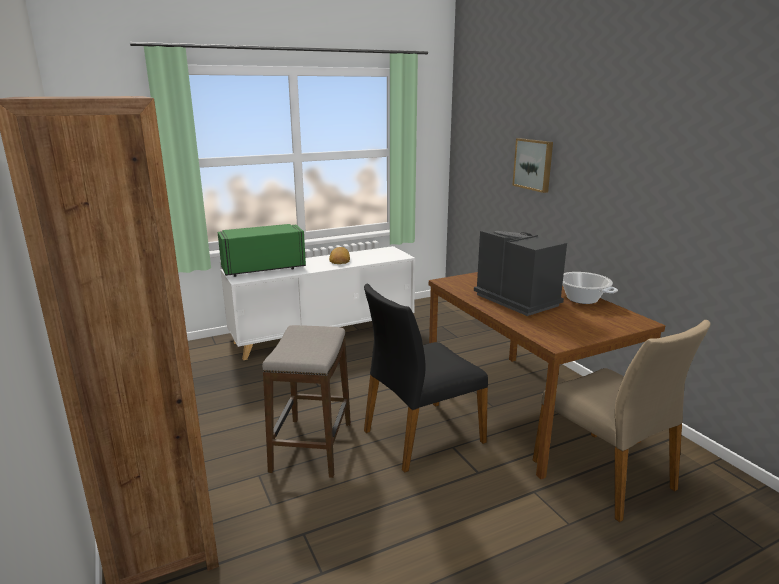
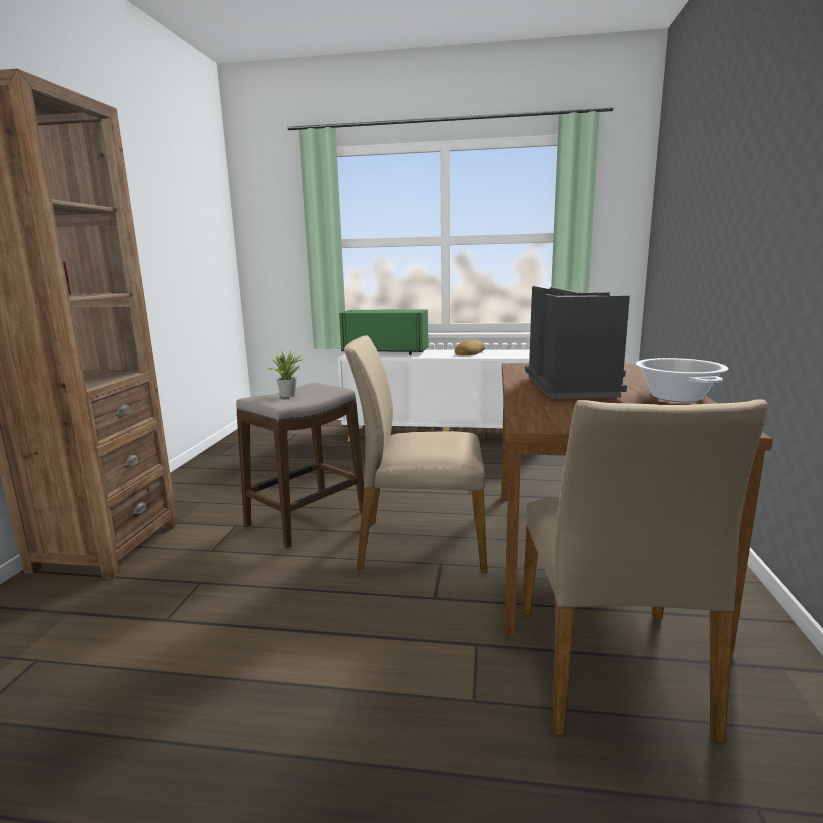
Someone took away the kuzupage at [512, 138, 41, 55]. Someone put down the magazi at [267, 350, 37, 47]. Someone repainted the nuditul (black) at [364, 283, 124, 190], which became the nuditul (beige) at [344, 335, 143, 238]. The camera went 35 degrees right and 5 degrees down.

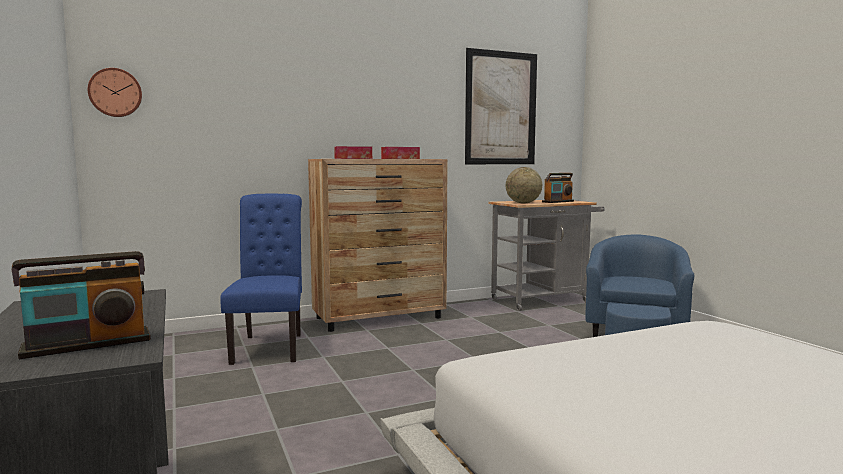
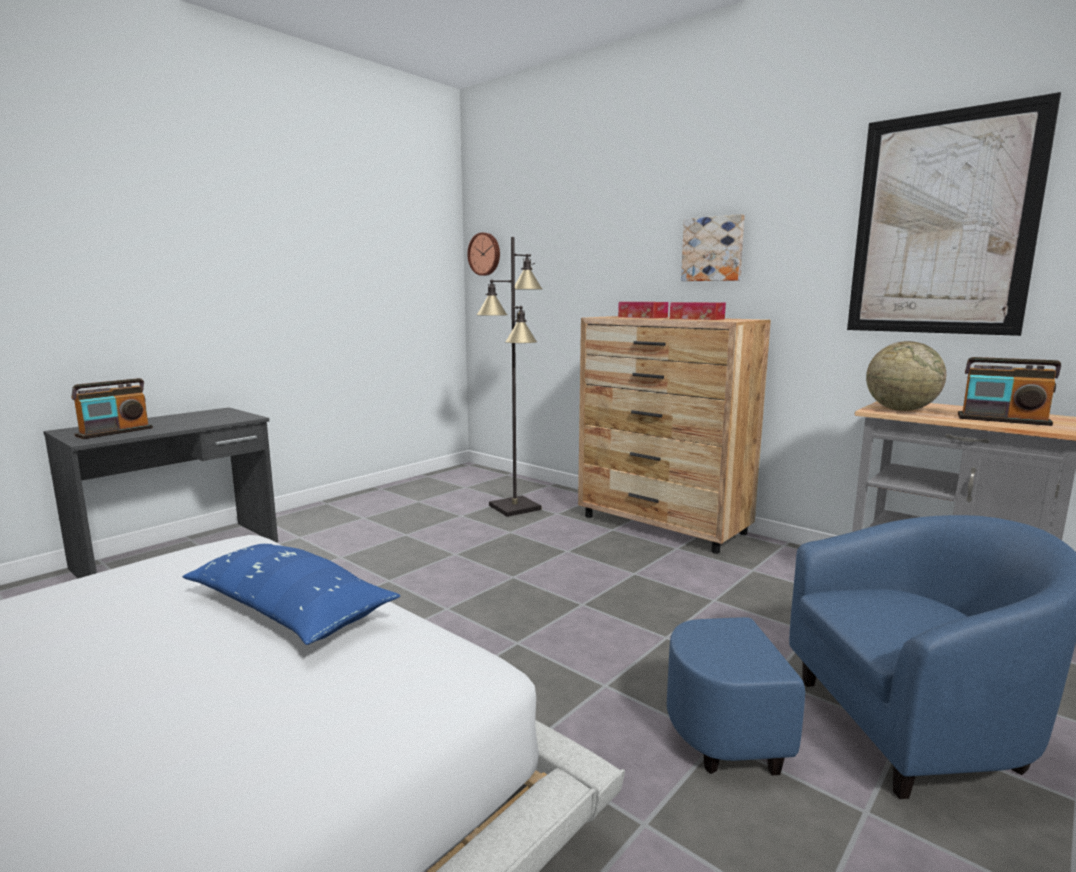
Someone put down the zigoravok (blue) at [182, 544, 218, 101]. Someone put up the kuzupage at [681, 214, 64, 67]. Someone swapped the nuditul (blue) at [220, 193, 82, 172] for the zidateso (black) at [476, 237, 66, 280]. Someone rotated the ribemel at [12, 251, 139, 108] by 90 degrees counterclockwise. The camera went 65 degrees right and 5 degrees up.

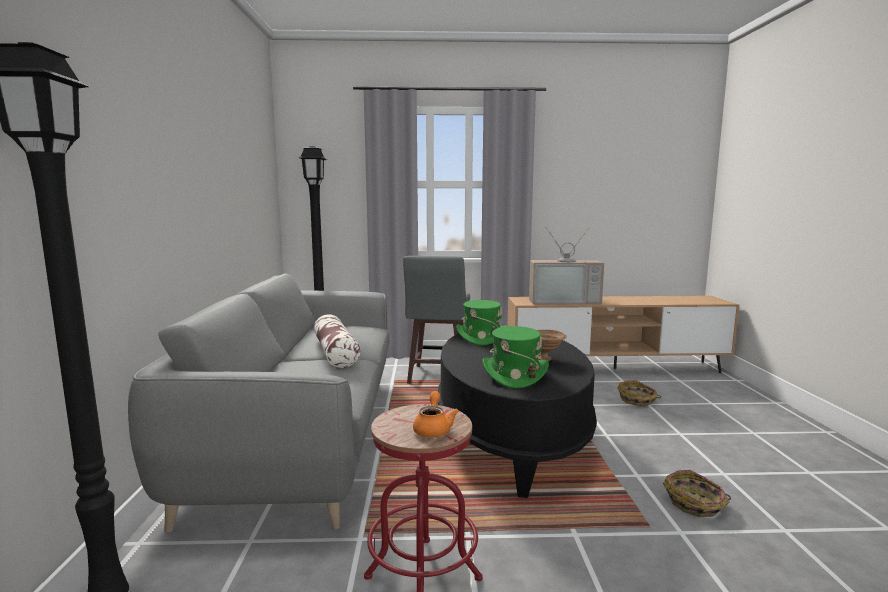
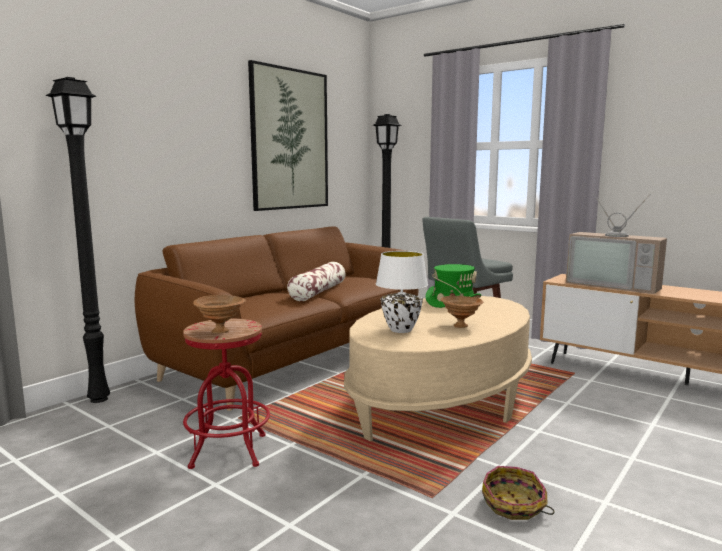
Someone took away the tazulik at [617, 380, 44, 26]. Someone put up the kuzupage at [248, 60, 80, 151]. Someone swapped the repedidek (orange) at [413, 391, 46, 46] for the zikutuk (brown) at [193, 295, 53, 39]. Someone swapped the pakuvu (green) at [482, 326, 67, 62] for the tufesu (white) at [376, 251, 52, 82]. Someone repainted the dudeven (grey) at [128, 274, 262, 259], which became the dudeven (brown) at [135, 226, 284, 185]. Someone repainted the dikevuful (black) at [438, 333, 159, 165], which became the dikevuful (beige) at [344, 296, 188, 145]. The camera went 40 degrees right and 0 degrees up.

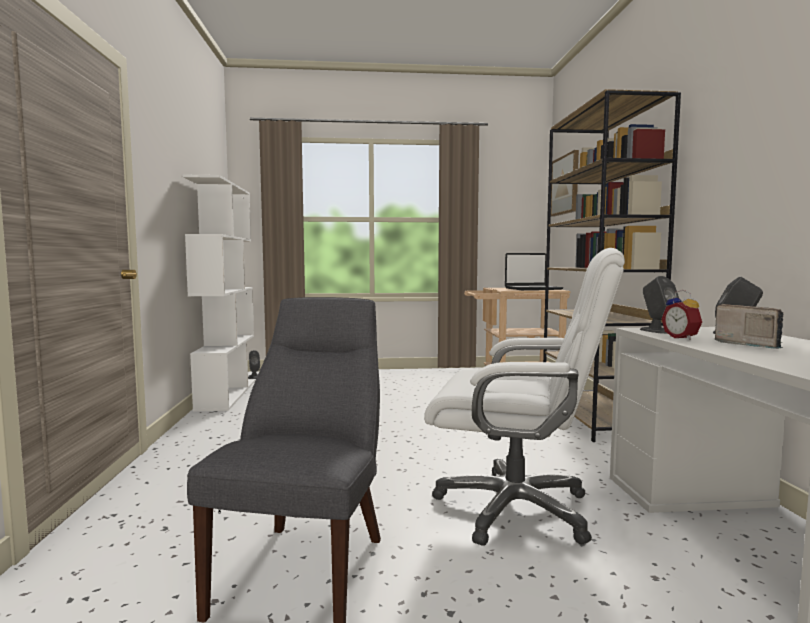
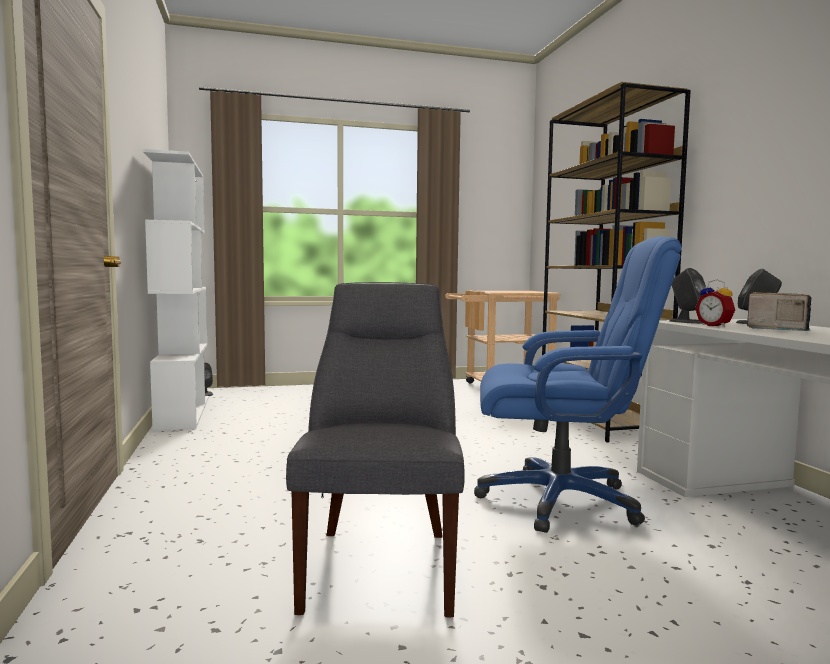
Someone took away the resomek at [505, 253, 58, 37]. Someone took away the kuzupage at [551, 150, 28, 67]. Someone repainted the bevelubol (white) at [424, 248, 201, 298], which became the bevelubol (blue) at [474, 237, 208, 296]. The camera went 10 degrees left and 0 degrees up.

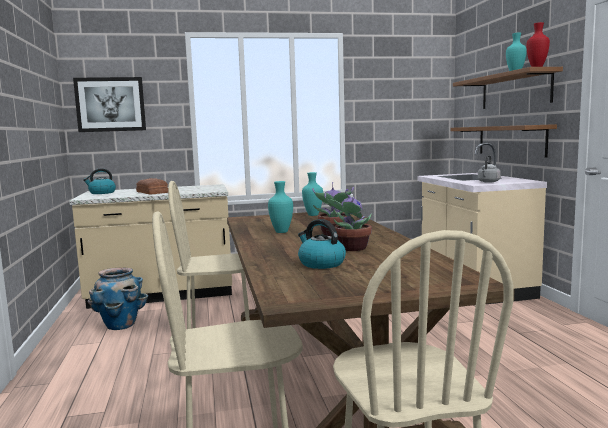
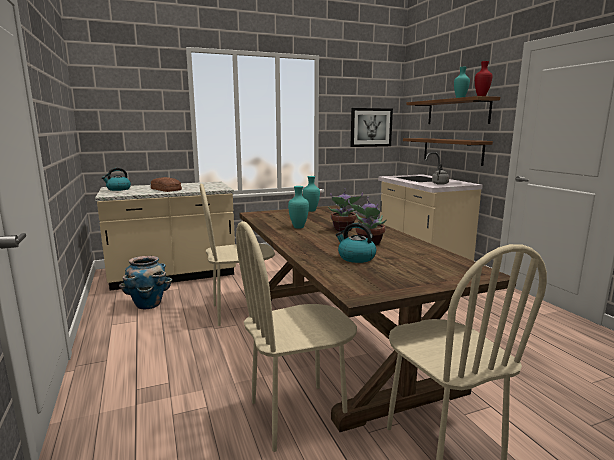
Someone carried the kuzupage from [73, 77, 73, 55] to [350, 108, 43, 39]. The camera went 10 degrees left and 5 degrees up.

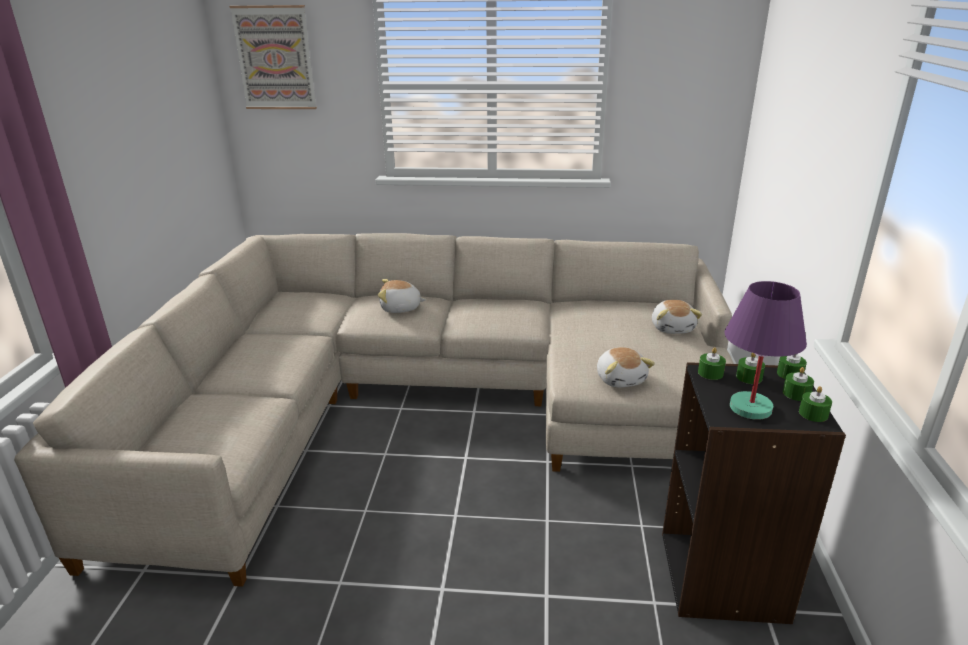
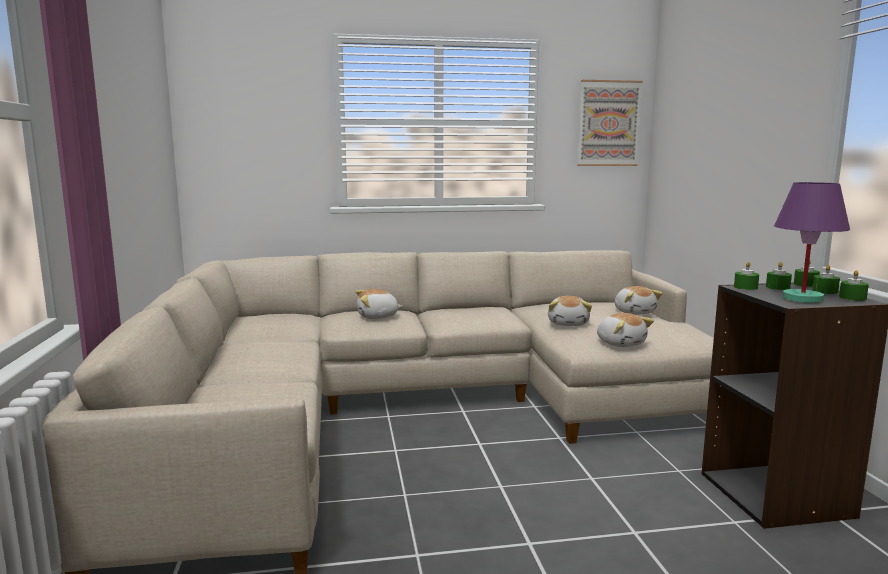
Someone put down the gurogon at [548, 296, 44, 30]. Someone carried the kuzupage from [229, 5, 88, 104] to [577, 80, 66, 86]. The camera went 15 degrees left and 15 degrees down.

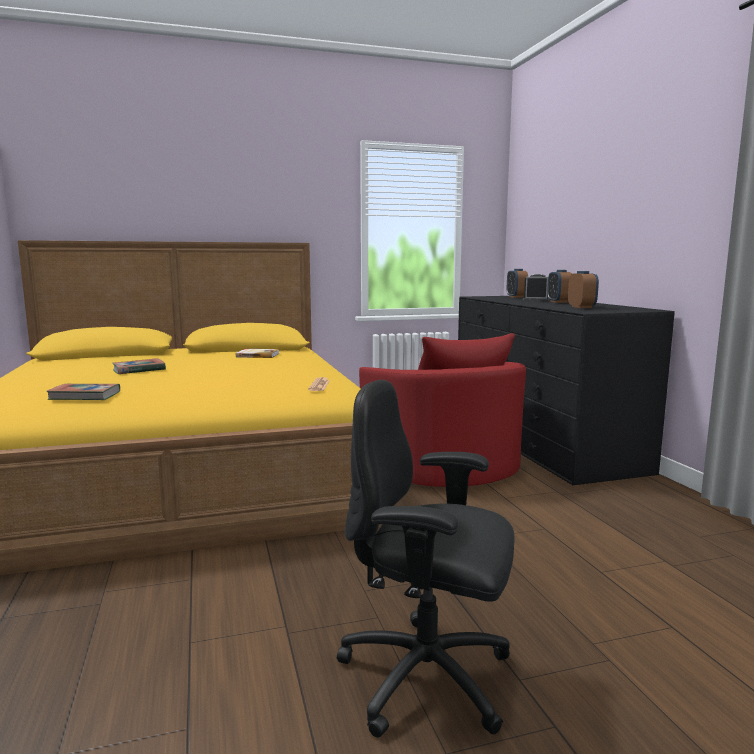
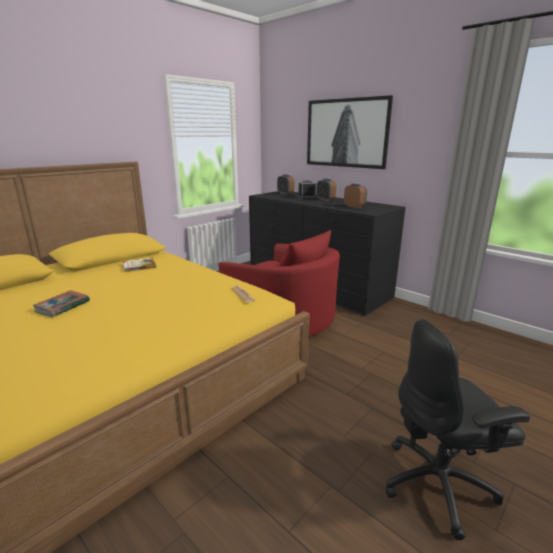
Someone took away the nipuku at [46, 384, 74, 16]. Someone put up the kuzupage at [307, 95, 86, 74]. The camera went 30 degrees left and 10 degrees up.

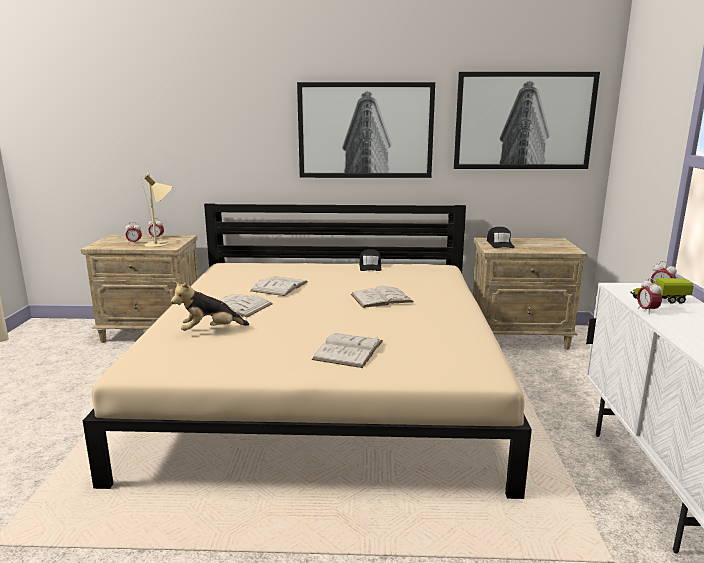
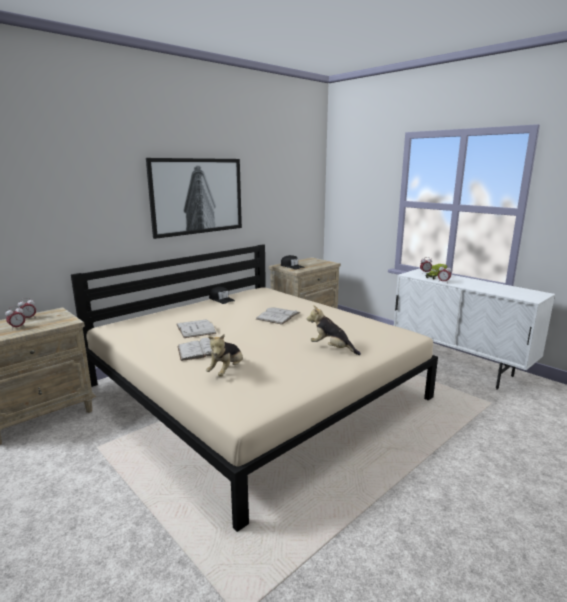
Someone took away the tufesu (beige) at [142, 173, 30, 74]. Someone took away the kuzupage at [454, 72, 146, 97]. Someone swapped the nipuku (white) at [312, 333, 71, 35] for the gurogon at [307, 305, 54, 50]. The camera went 45 degrees left and 0 degrees up.

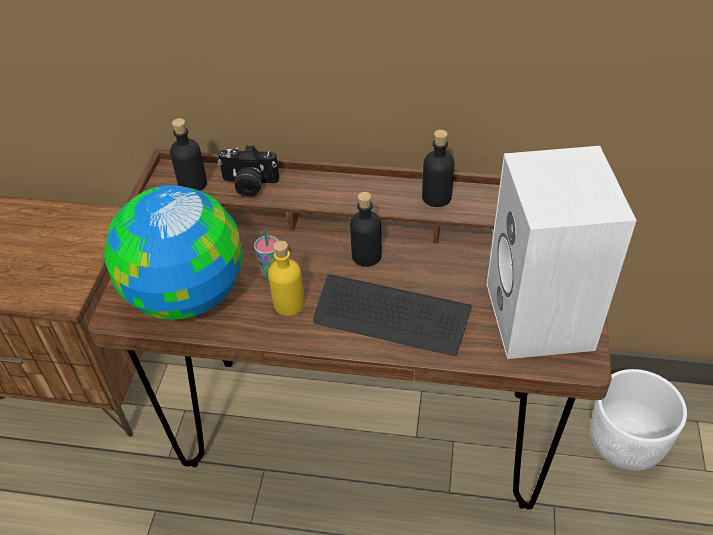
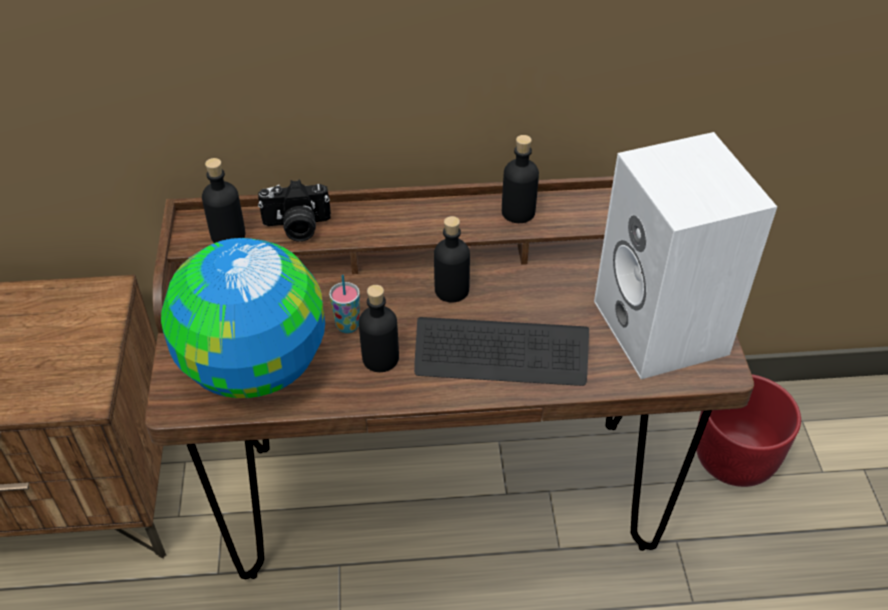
Someone repainted the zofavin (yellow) at [268, 240, 37, 76], which became the zofavin (black) at [359, 285, 40, 87]. Someone repainted the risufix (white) at [591, 369, 96, 102], which became the risufix (red) at [696, 374, 105, 113]. The camera went 15 degrees left and 0 degrees up.

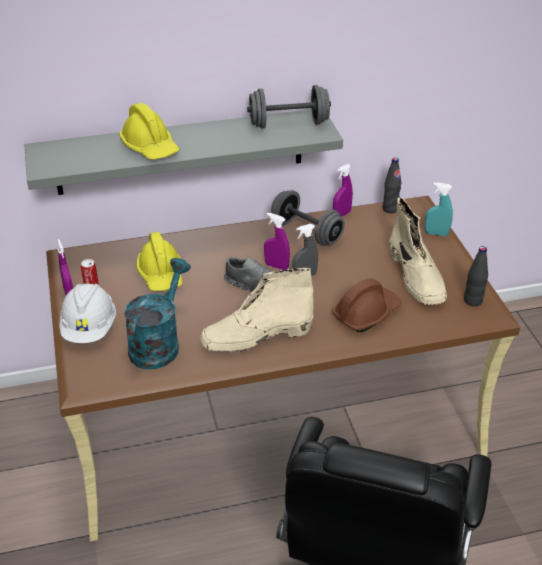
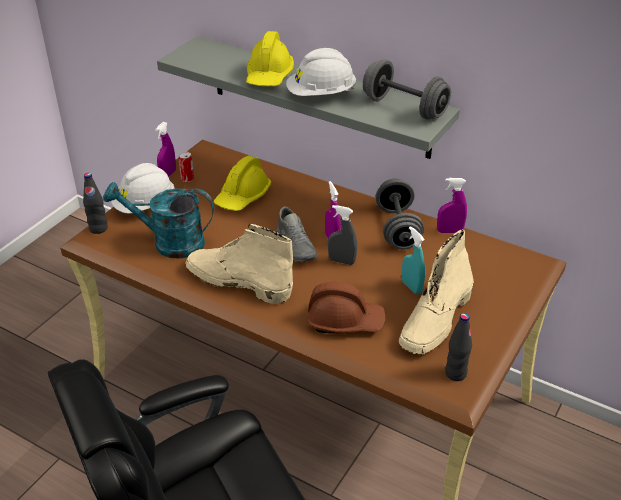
Someone put down the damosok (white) at [286, 48, 70, 48]. Someone carried the zofavin (black) from [383, 158, 18, 55] to [83, 173, 25, 61]. Someone carried the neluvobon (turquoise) from [425, 182, 28, 54] to [401, 226, 24, 68]. Someone rotated the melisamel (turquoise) at [124, 258, 67, 111] by 150 degrees counterclockwise. The camera went 45 degrees right and 0 degrees up.

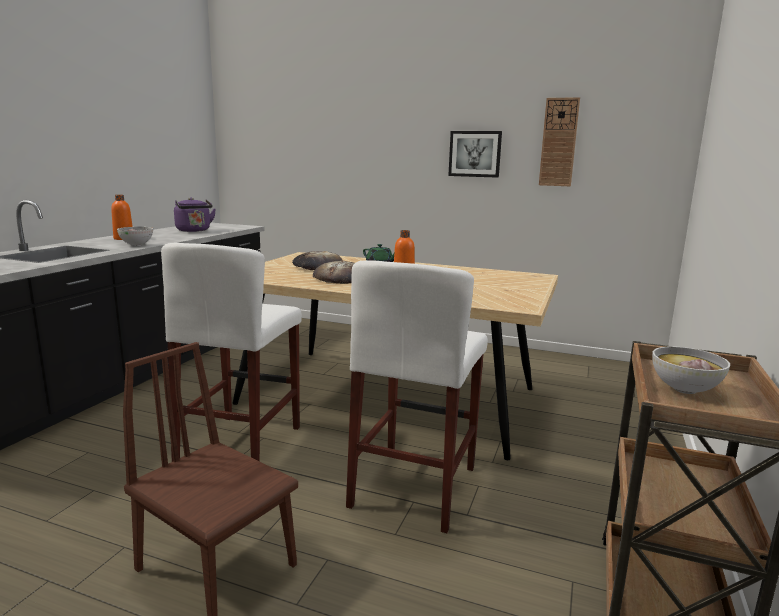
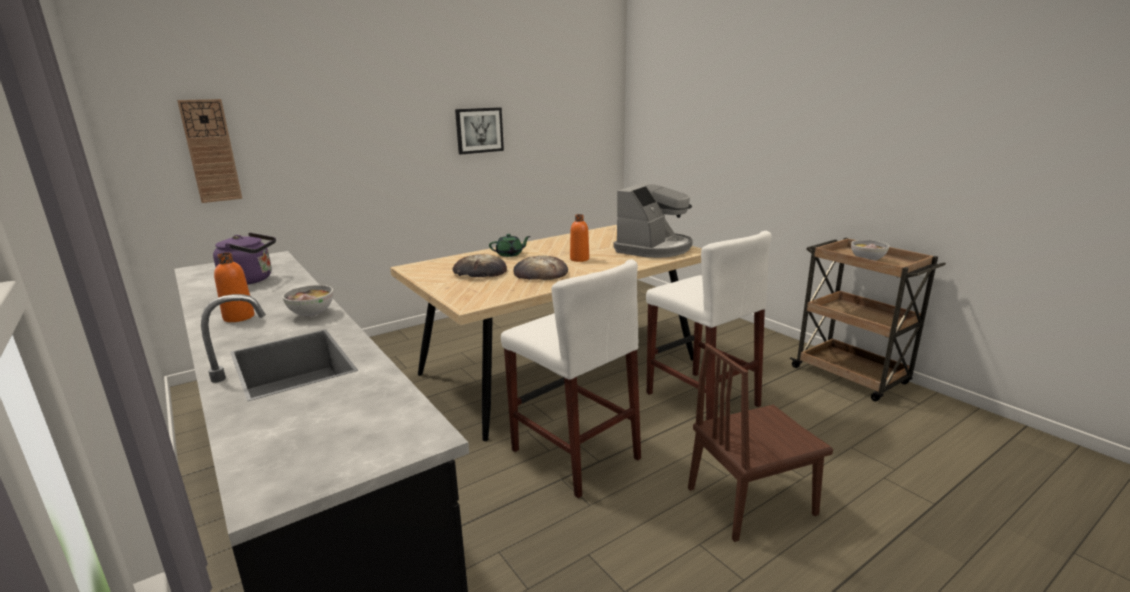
Someone put down the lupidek at [614, 182, 79, 76]. Someone carried the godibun from [539, 97, 41, 89] to [177, 99, 65, 104]. The camera went 55 degrees left and 5 degrees up.

